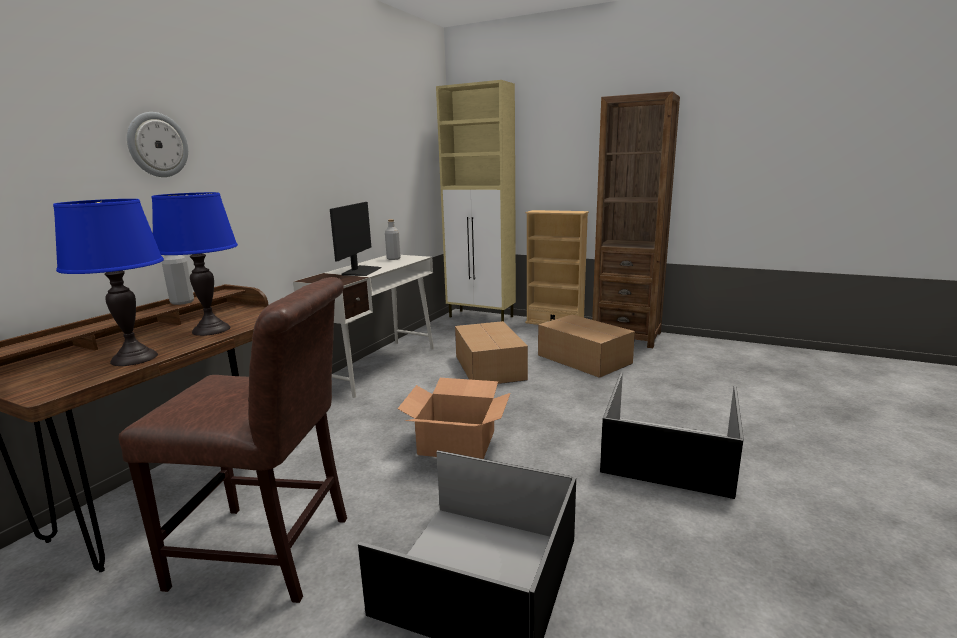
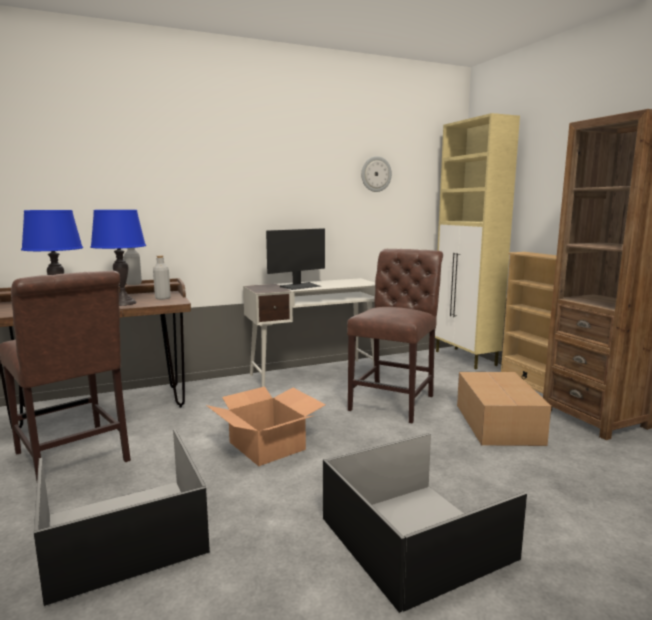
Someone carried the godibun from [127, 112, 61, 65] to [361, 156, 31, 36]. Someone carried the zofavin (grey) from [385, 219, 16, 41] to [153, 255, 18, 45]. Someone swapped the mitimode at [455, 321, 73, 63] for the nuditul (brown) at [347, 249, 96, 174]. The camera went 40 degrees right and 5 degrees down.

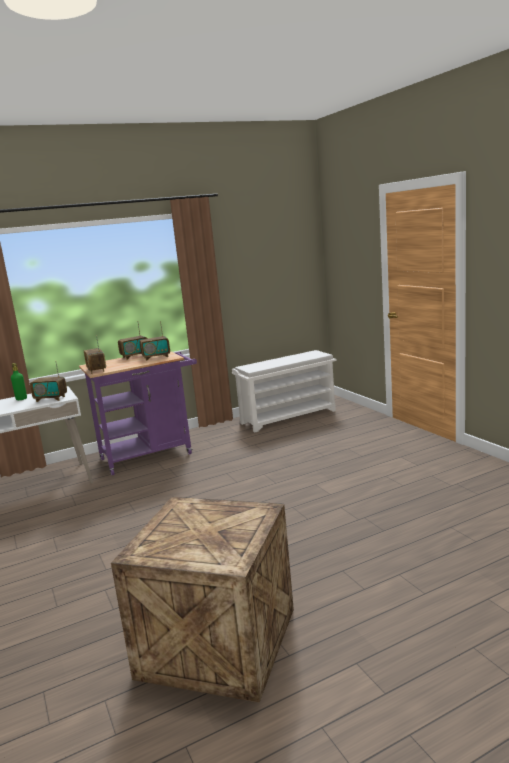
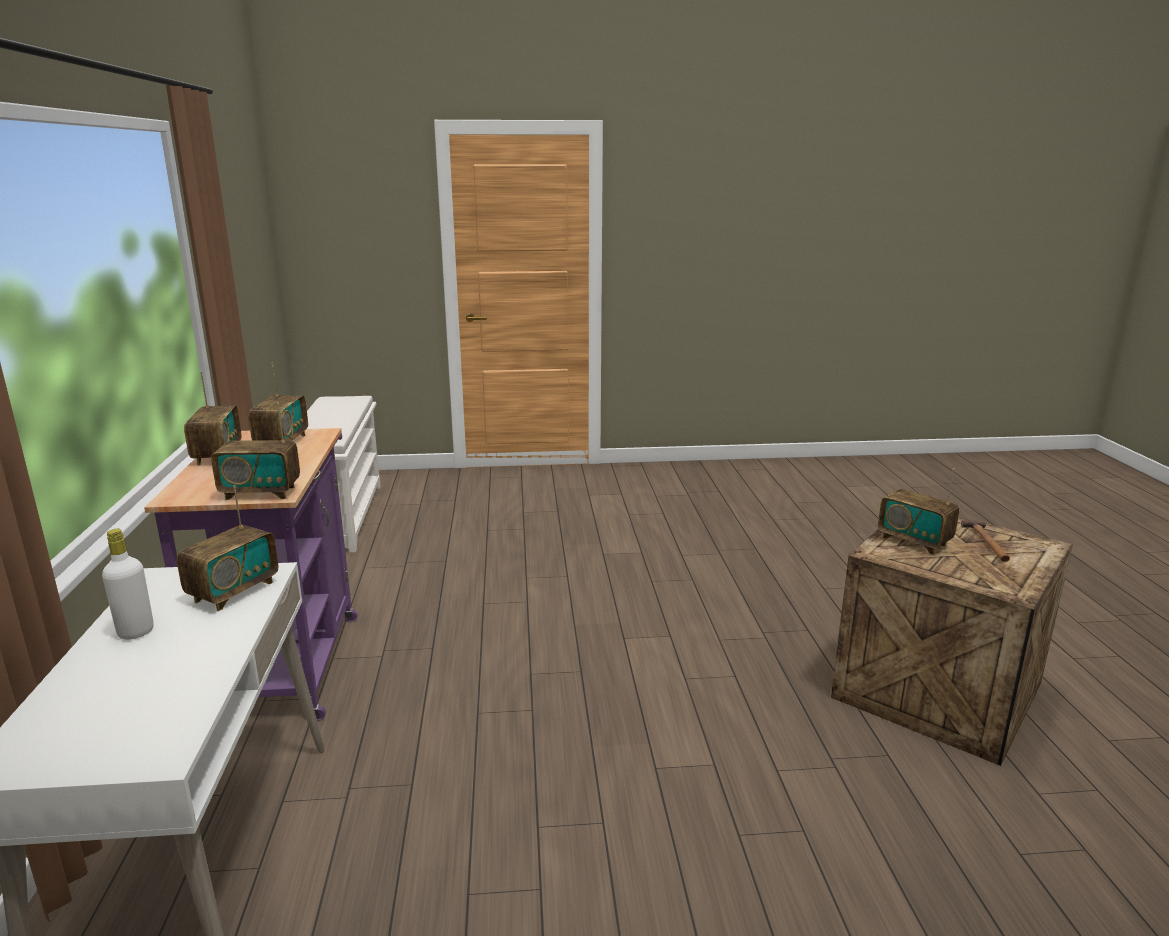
Someone put down the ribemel at [878, 468, 81, 87]. Someone put down the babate at [961, 520, 49, 42]. Someone repainted the zofavin (green) at [11, 363, 16, 37], which became the zofavin (white) at [102, 529, 52, 111]. The camera went 70 degrees left and 5 degrees up.

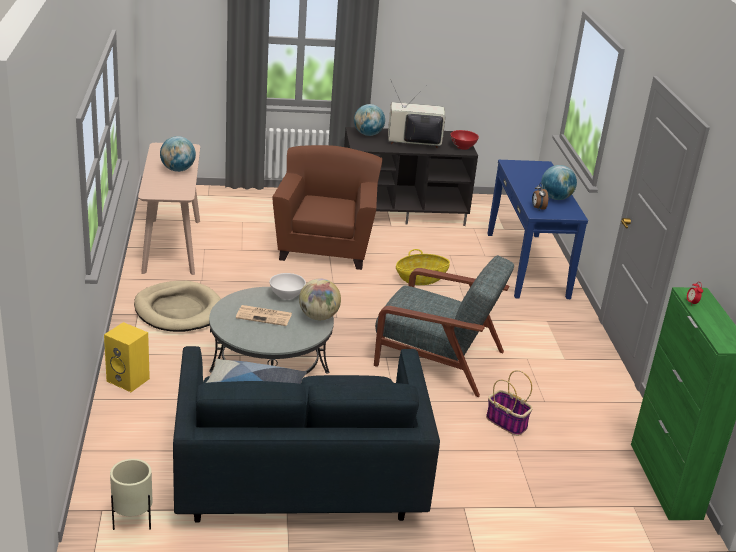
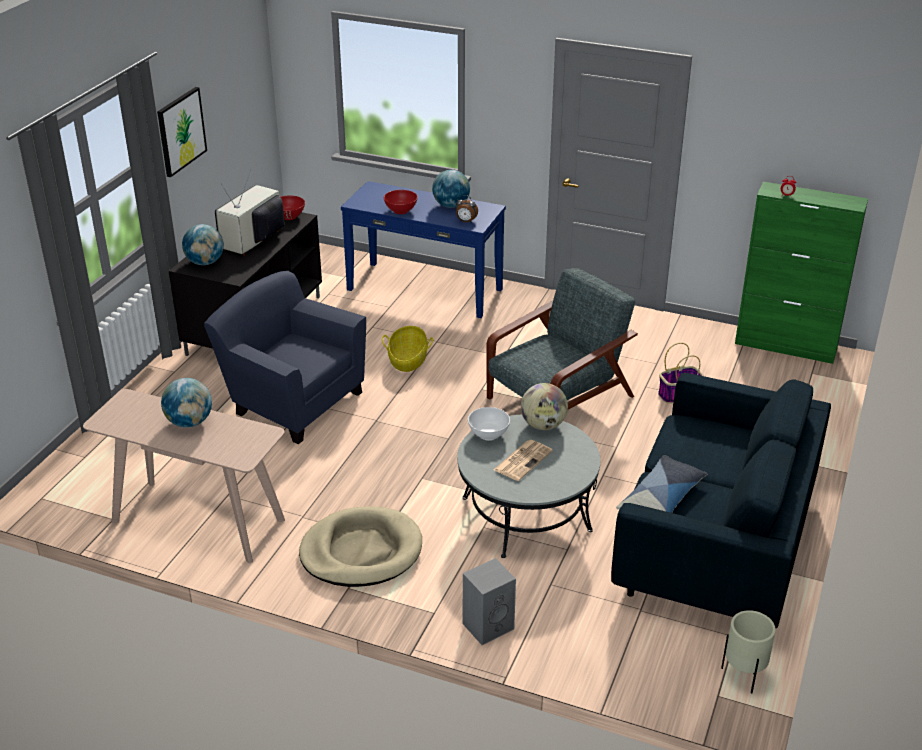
Someone put up the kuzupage at [157, 87, 50, 90]. Someone put down the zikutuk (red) at [384, 190, 34, 24]. Someone repainted the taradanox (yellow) at [104, 322, 46, 70], which became the taradanox (grey) at [463, 558, 53, 87]. Someone repainted the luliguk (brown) at [272, 145, 110, 125], which became the luliguk (blue) at [204, 271, 162, 173]. The camera went 60 degrees left and 5 degrees up.

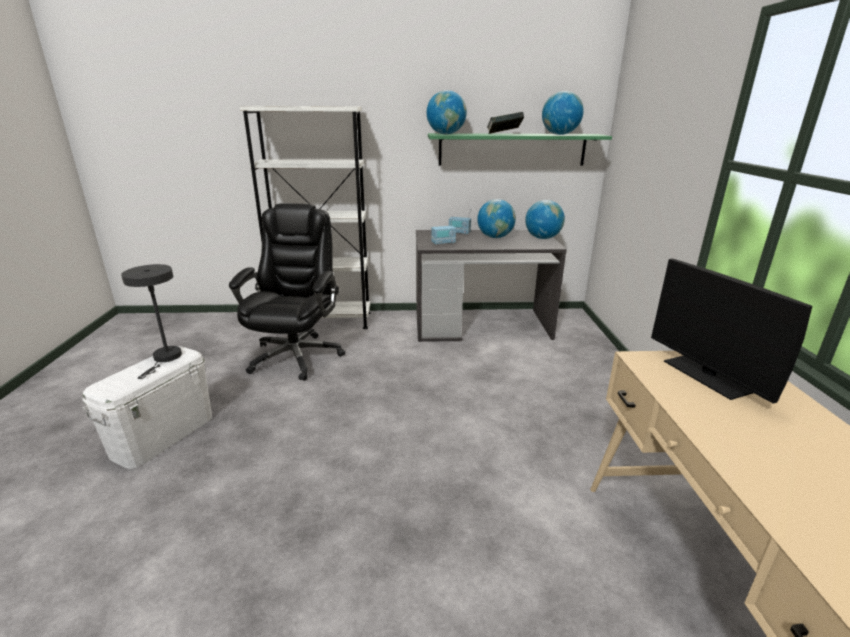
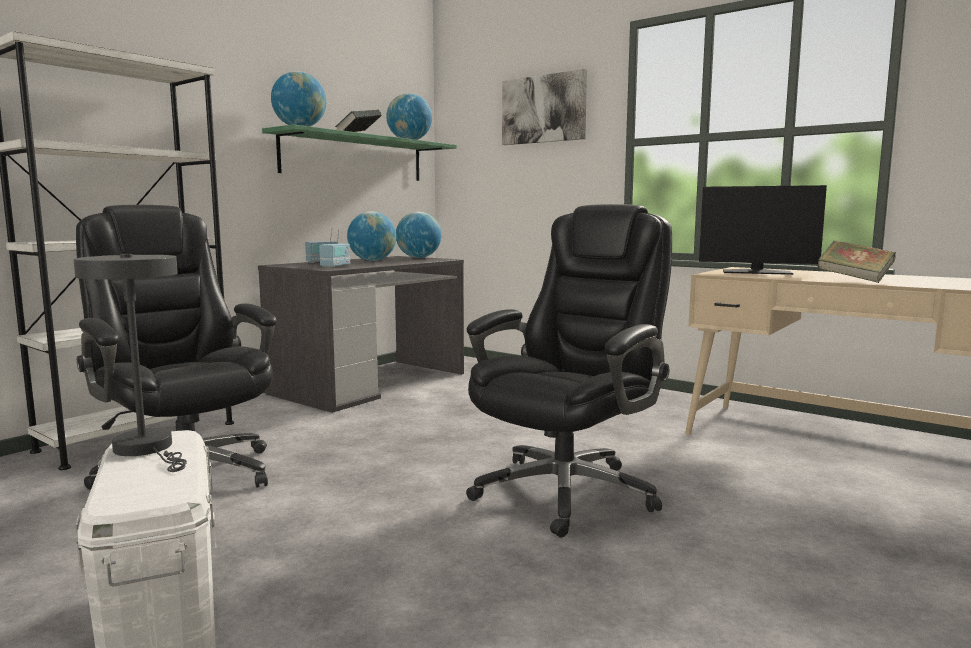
Someone put down the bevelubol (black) at [466, 204, 206, 334]. Someone put up the kuzupage at [502, 69, 85, 76]. Someone put down the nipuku at [817, 240, 79, 43]. The camera went 50 degrees left and 15 degrees down.

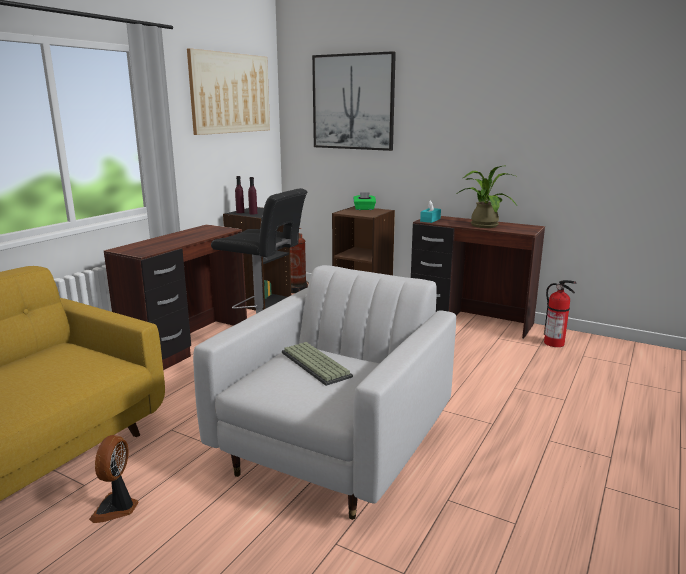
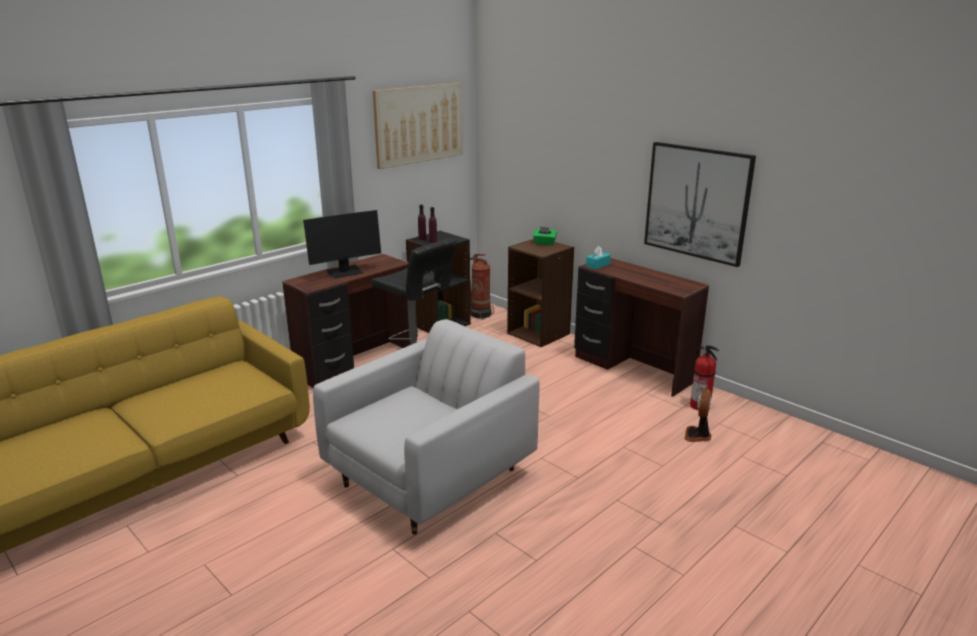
Someone took away the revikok at [282, 342, 71, 44]. Someone took away the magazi at [458, 166, 59, 62]. Someone put down the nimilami at [303, 210, 78, 68]. Someone carried the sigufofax from [89, 435, 50, 88] to [685, 388, 26, 54]. Someone carried the kuzupage from [312, 51, 84, 100] to [644, 142, 112, 125]. The camera went 15 degrees right and 5 degrees up.

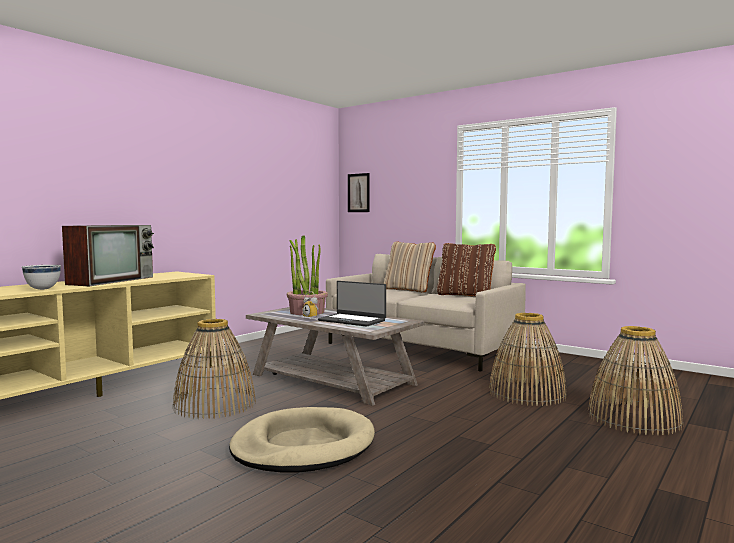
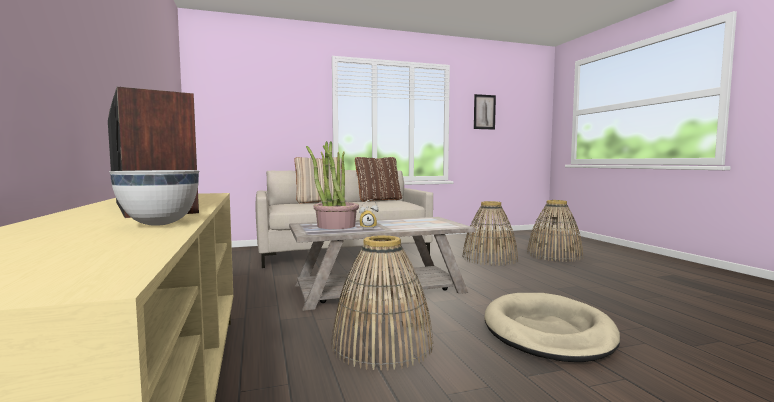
Someone took away the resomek at [318, 281, 68, 46]. Someone carried the kuzupage from [348, 173, 21, 39] to [474, 94, 22, 36]. The camera went 55 degrees left and 0 degrees up.

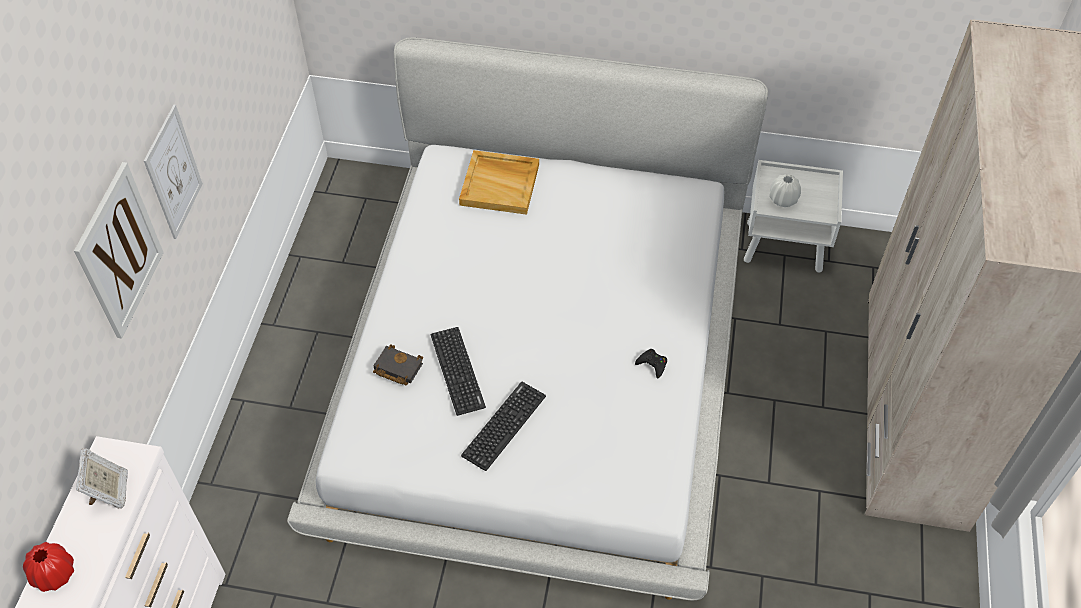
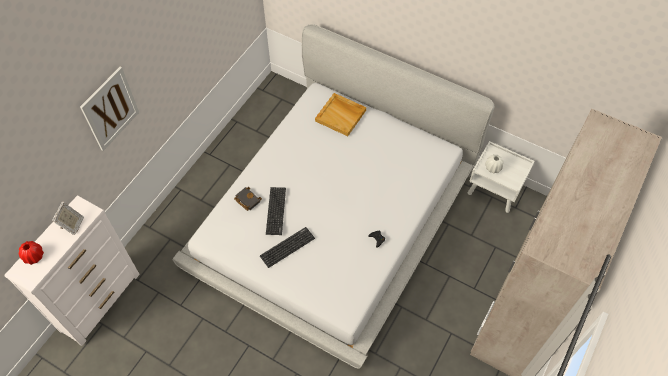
Someone took away the kuzupage at [144, 105, 59, 134]. The camera went 20 degrees right and 5 degrees up.

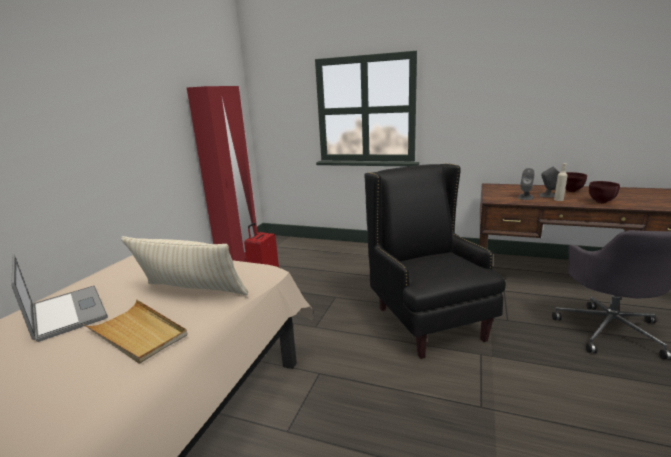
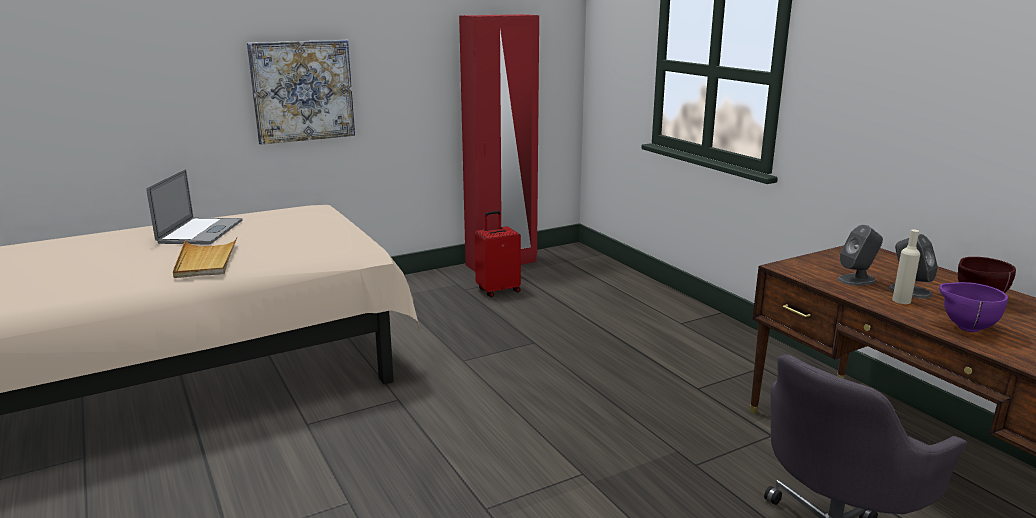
Someone took away the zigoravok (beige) at [121, 236, 127, 59]. Someone took away the luliguk (black) at [364, 163, 142, 196]. Someone put up the kuzupage at [247, 40, 108, 105]. Someone repainted the zikutuk (brown) at [589, 181, 31, 22], which became the zikutuk (purple) at [939, 282, 69, 50]. The camera went 40 degrees right and 0 degrees up.

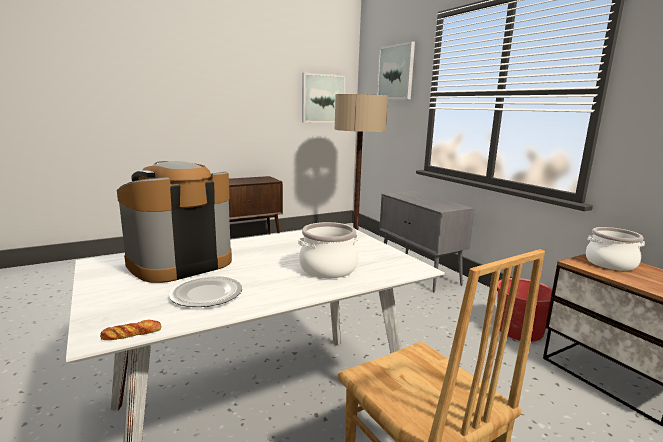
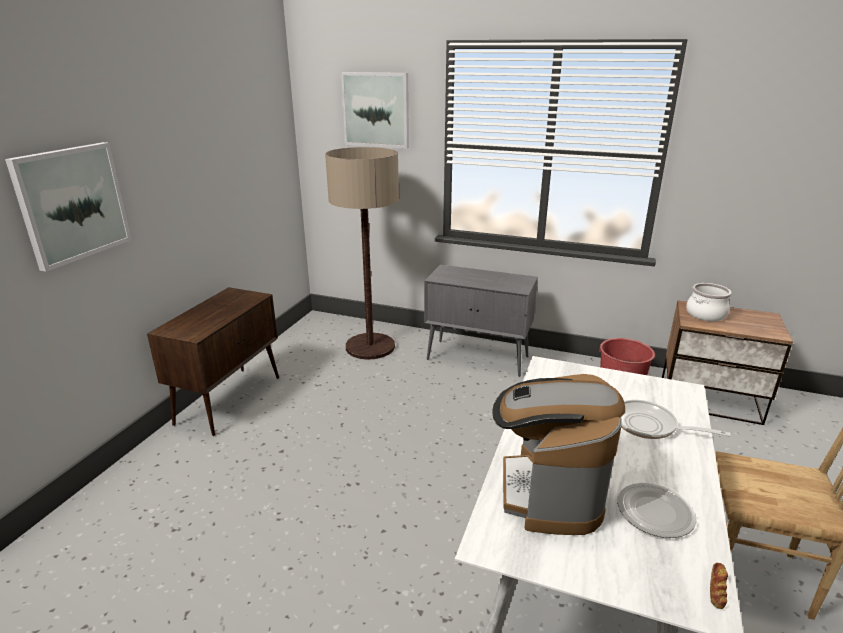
Someone carried the kuzupage from [302, 73, 43, 50] to [5, 142, 126, 130]. Someone swapped the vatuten at [298, 222, 61, 56] for the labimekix at [620, 400, 111, 39]. The camera went 40 degrees left and 10 degrees up.

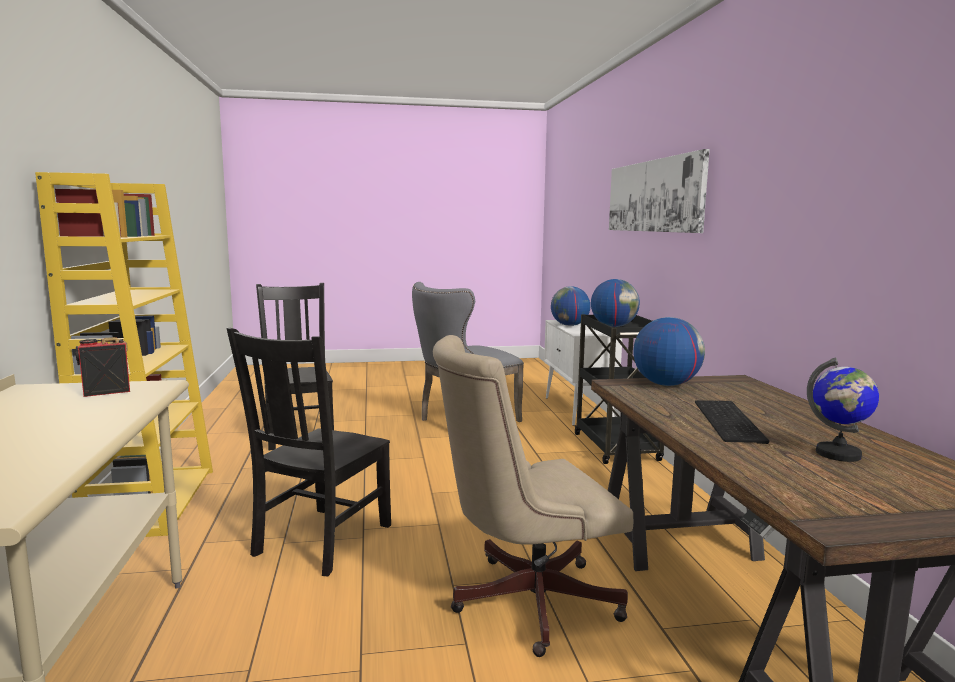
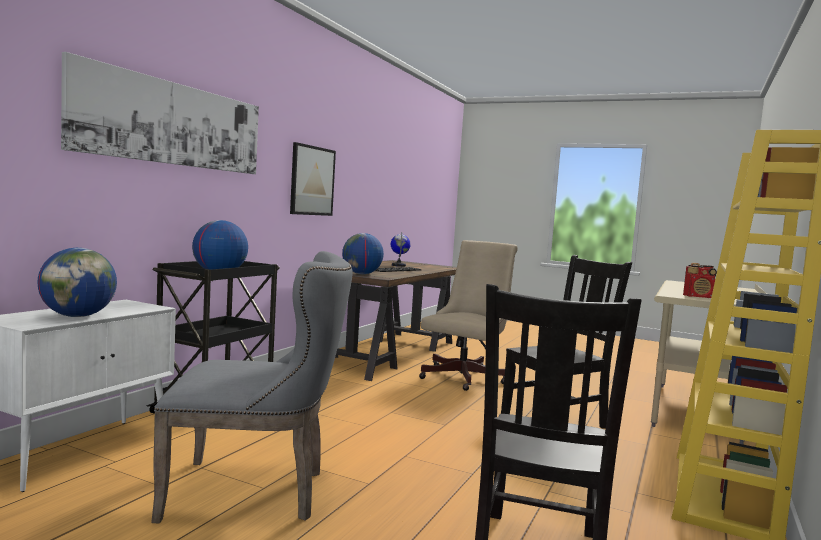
Someone put up the kuzupage at [290, 142, 46, 74]. Someone rotated the bevelubol (beige) at [433, 335, 200, 322] by 75 degrees counterclockwise. The camera went 145 degrees left and 5 degrees down.

